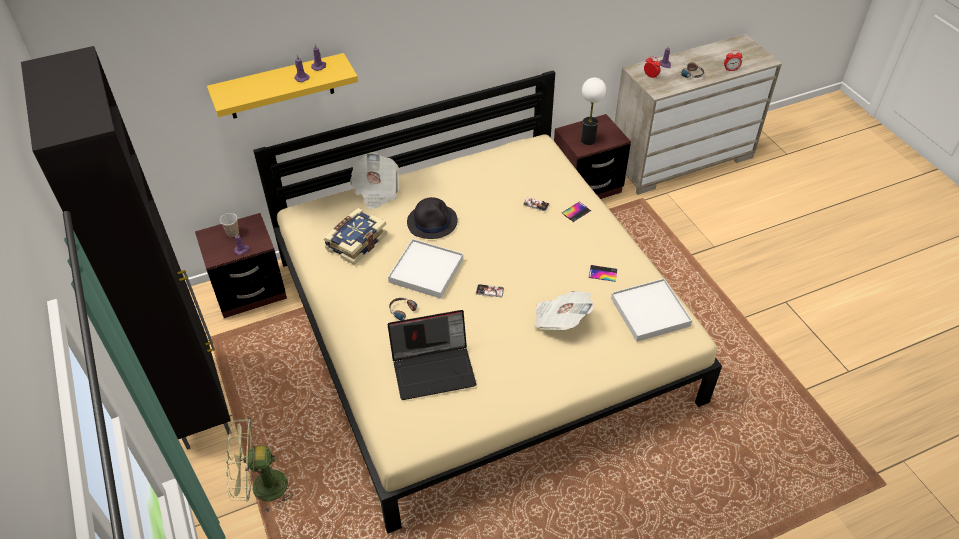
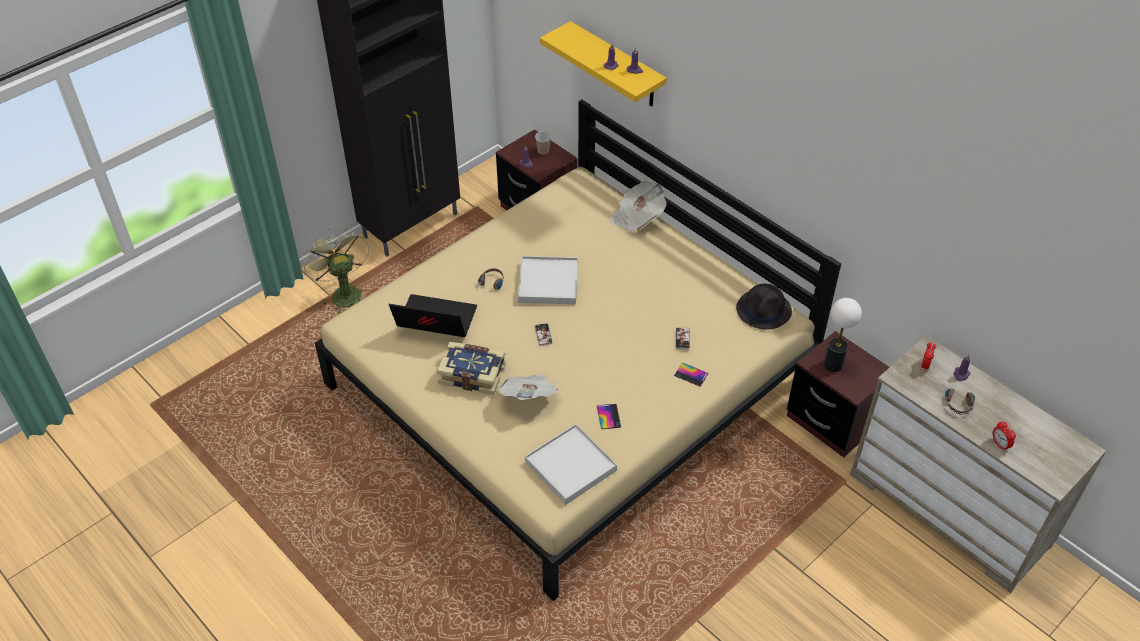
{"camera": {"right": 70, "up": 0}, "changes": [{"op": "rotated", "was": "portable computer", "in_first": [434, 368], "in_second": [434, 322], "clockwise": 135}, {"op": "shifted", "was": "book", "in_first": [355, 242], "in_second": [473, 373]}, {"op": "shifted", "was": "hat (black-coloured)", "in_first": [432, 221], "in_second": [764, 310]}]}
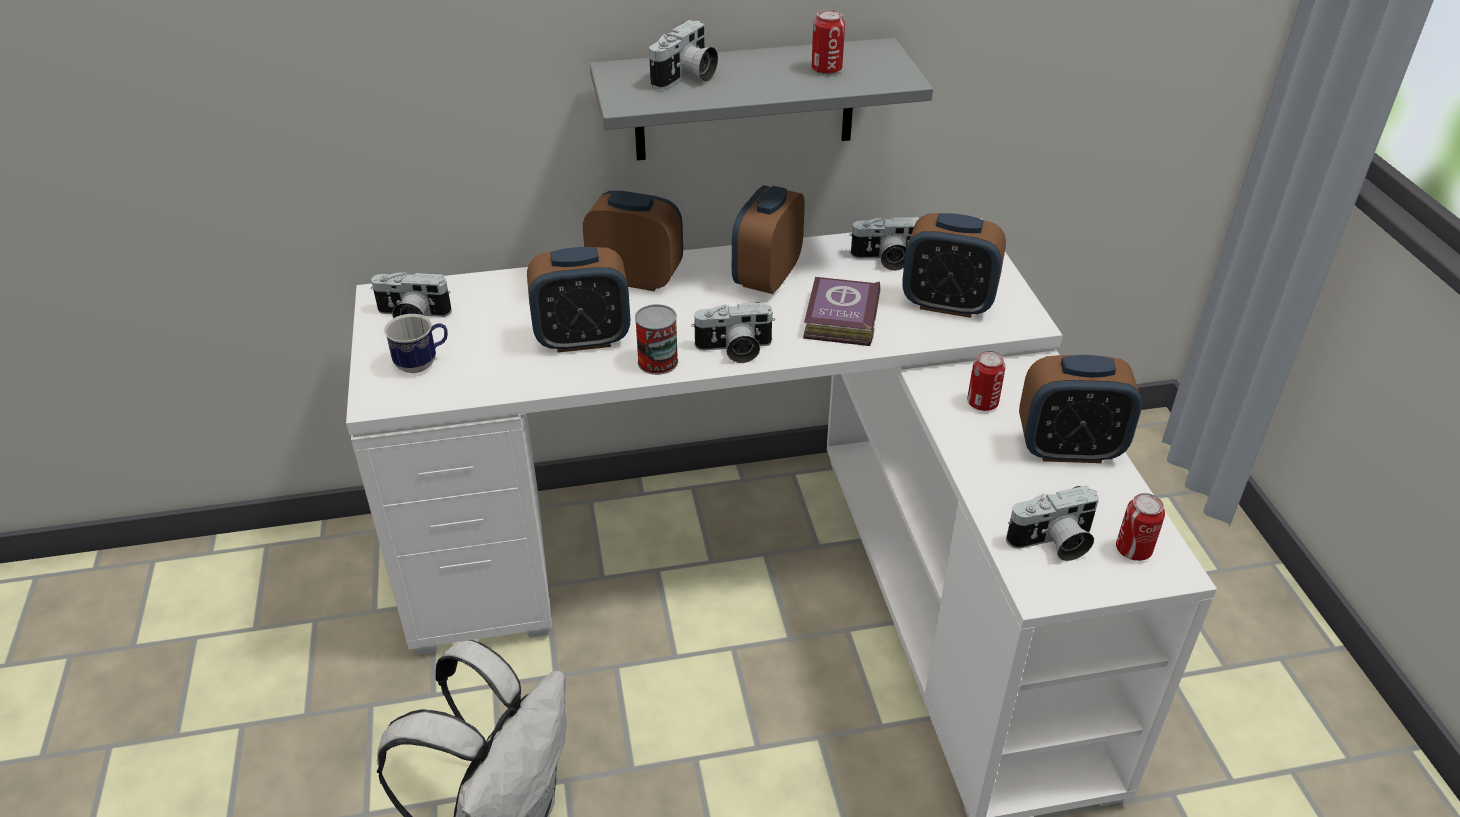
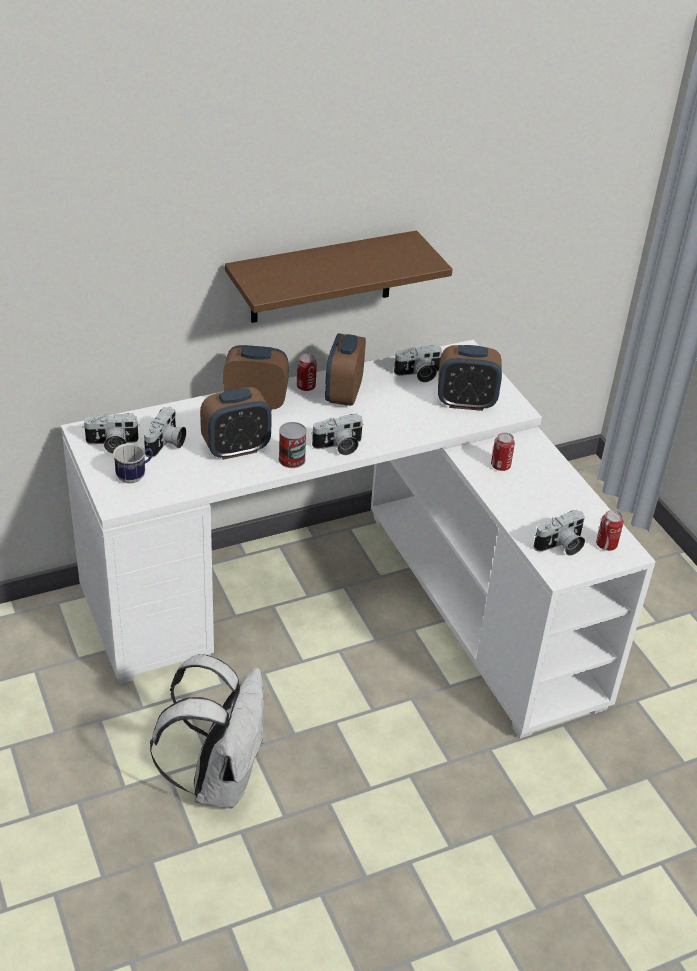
{"camera": {"right": -15, "up": 0}, "changes": [{"op": "shifted", "was": "still camera", "in_first": [686, 77], "in_second": [166, 444]}, {"op": "repainted", "was": "shelf (greyish)", "now": "shelf (brownish)", "in_first": [744, 100], "in_second": [322, 277]}, {"op": "shifted", "was": "can", "in_first": [826, 69], "in_second": [306, 387]}, {"op": "gone", "was": "book", "in_first": [839, 319]}, {"op": "gone", "was": "bedside clock", "in_first": [1068, 449]}]}
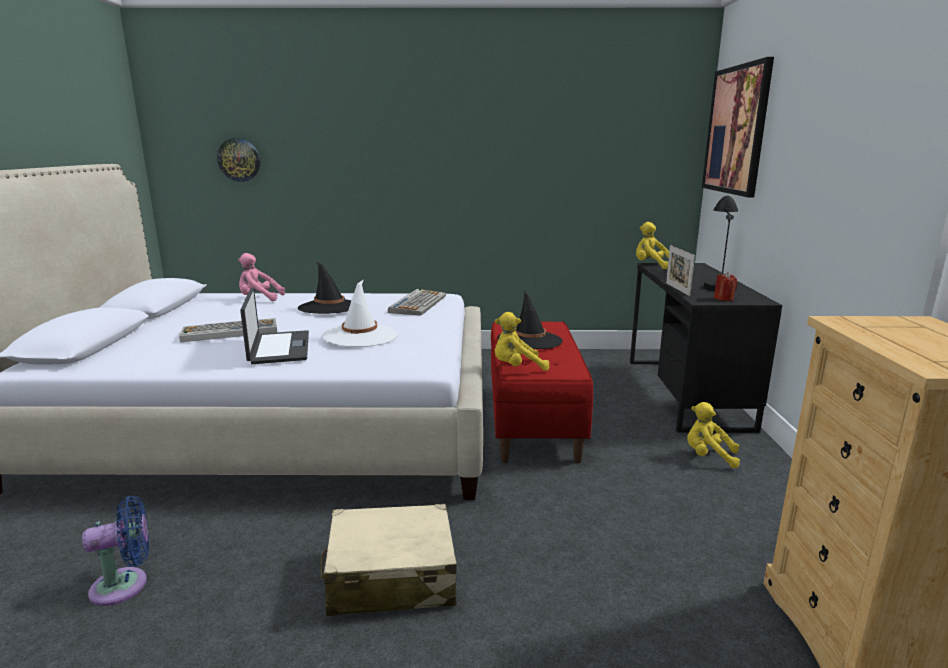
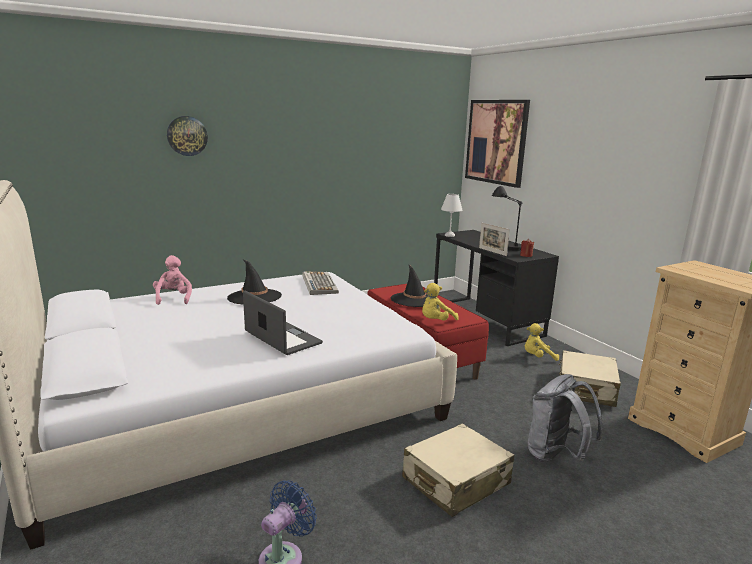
{"camera": {"right": -30, "up": 0}, "changes": [{"op": "rotated", "was": "cuddly toy (pinkish)", "in_first": [259, 299], "in_second": [173, 298], "clockwise": 105}, {"op": "shifted", "was": "hanging clock", "in_first": [239, 160], "in_second": [187, 136]}, {"op": "swapped", "was": "cuddly toy (yellowish)", "now": "lamp for a table (whitish)", "in_first": [651, 266], "in_second": [449, 235]}, {"op": "new", "now": "knapsack (greyish)", "in_second": [556, 456]}, {"op": "new", "now": "suitcase (sand-coloured)", "in_second": [585, 389]}, {"op": "gone", "was": "PC keyboard", "in_first": [229, 331]}, {"op": "gone", "was": "hat (whitish)", "in_first": [360, 336]}]}
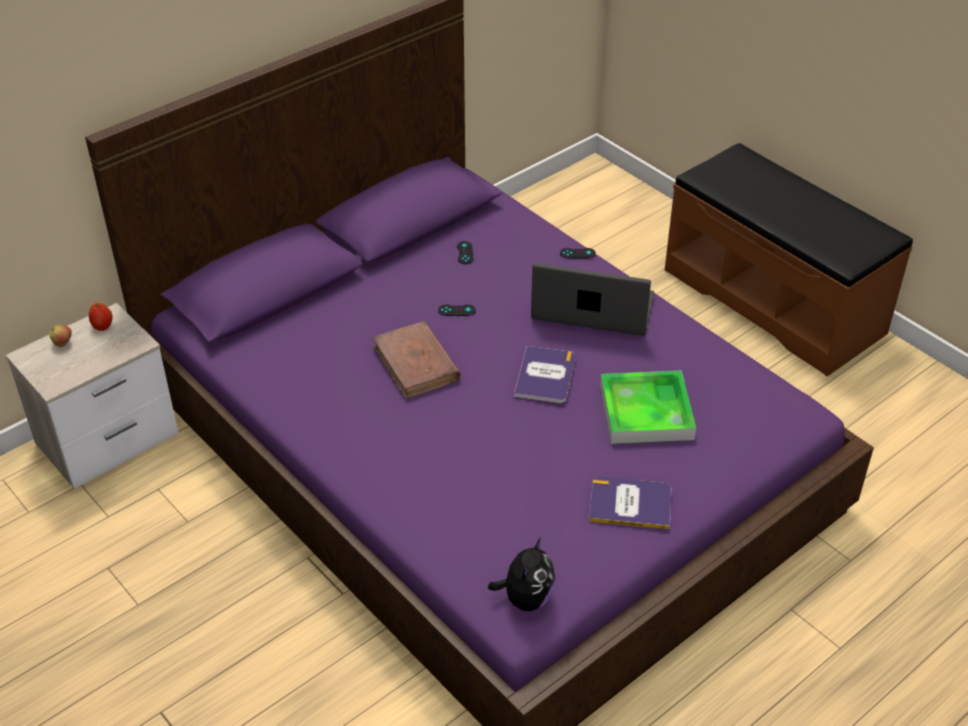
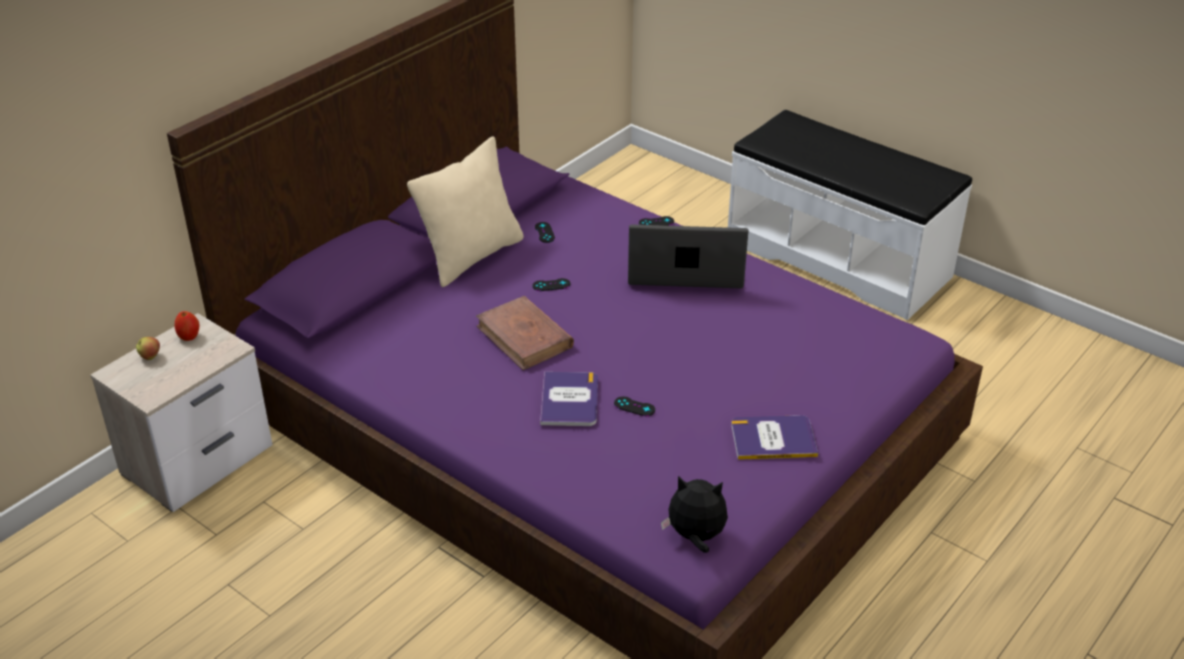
{"camera": {"right": -10, "up": -5}, "changes": [{"op": "new", "now": "throw pillow (sand-coloured)", "in_second": [472, 256]}, {"op": "shifted", "was": "book", "in_first": [545, 376], "in_second": [569, 400]}, {"op": "new", "now": "gamepad (black-coloured)", "in_second": [634, 406]}, {"op": "rotated", "was": "cuddly toy", "in_first": [526, 598], "in_second": [695, 537], "clockwise": -90}, {"op": "repainted", "was": "long seat (brownish)", "now": "long seat (whitish)", "in_first": [774, 300], "in_second": [838, 258]}, {"op": "gone", "was": "serving tray", "in_first": [646, 412]}]}
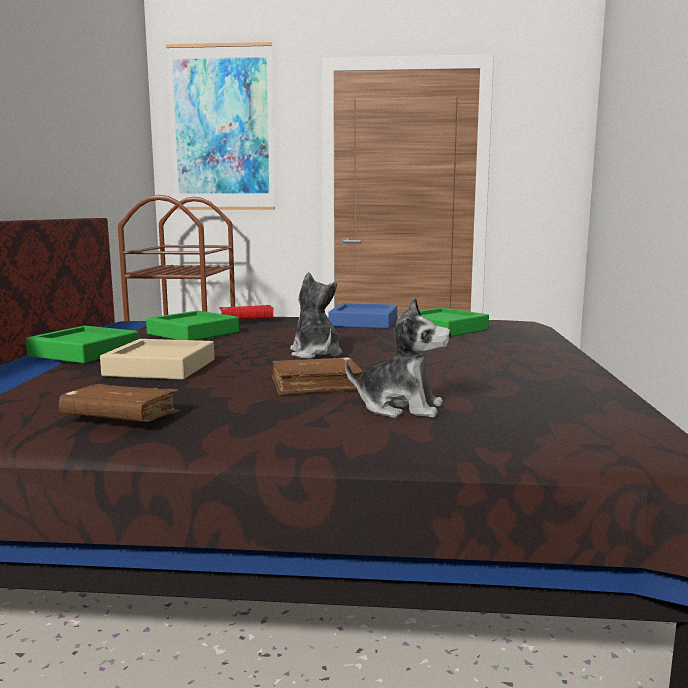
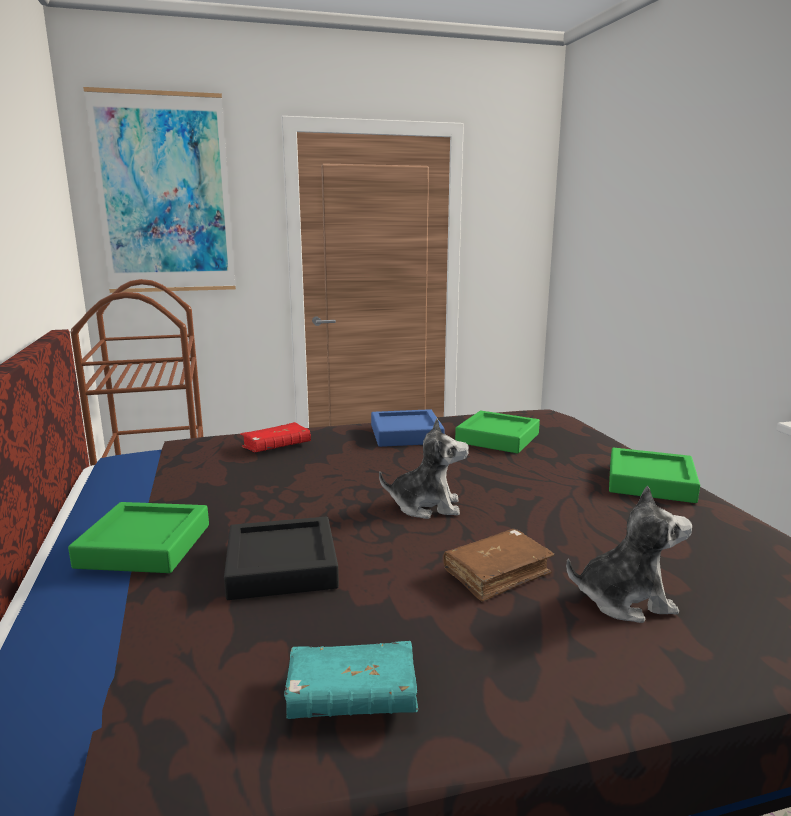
{"camera": {"right": -20, "up": 5}, "changes": [{"op": "repainted", "was": "serving tray (sand-coloured)", "now": "serving tray (black-coloured)", "in_first": [160, 368], "in_second": [282, 566]}, {"op": "repainted", "was": "book (brownish)", "now": "book (turquoise)", "in_first": [120, 417], "in_second": [352, 696]}, {"op": "rotated", "was": "cuddly toy", "in_first": [315, 354], "in_second": [426, 506], "clockwise": 135}, {"op": "shifted", "was": "serving tray (greenish)", "in_first": [193, 333], "in_second": [650, 482]}]}
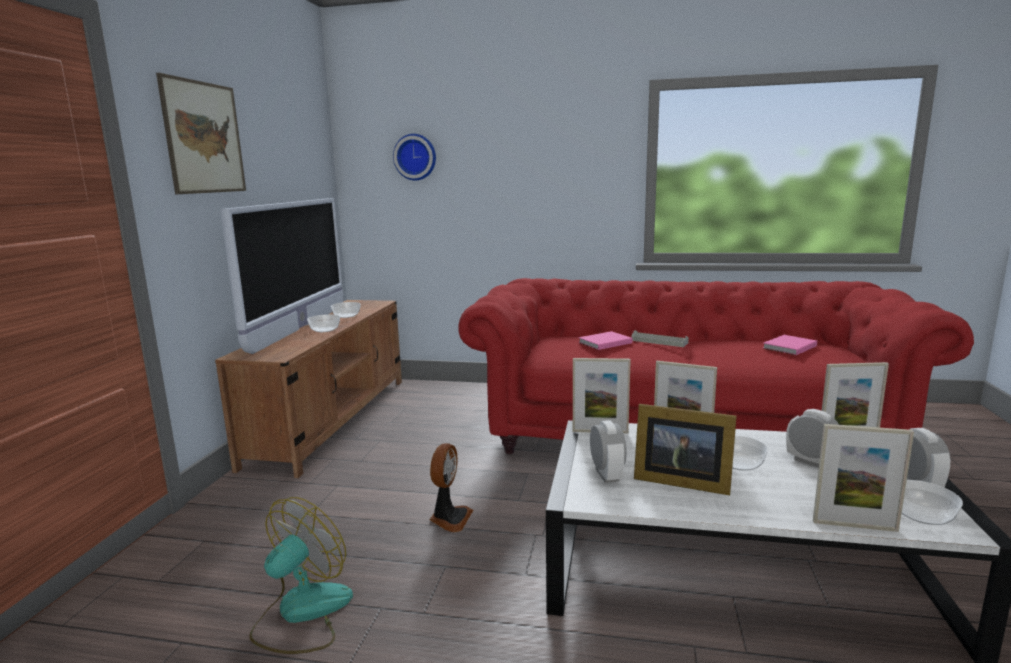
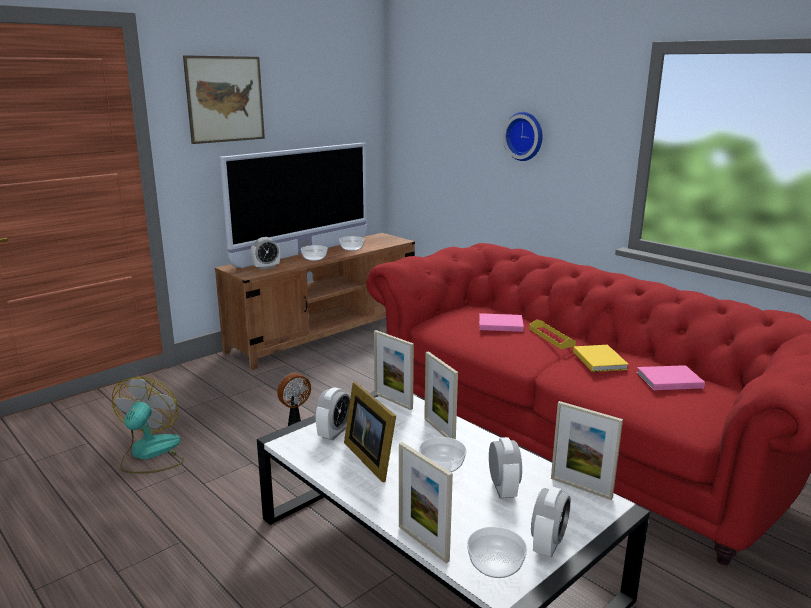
{"camera": {"right": 35, "up": 5}, "changes": [{"op": "rotated", "was": "electric fan", "in_first": [302, 613], "in_second": [150, 454], "clockwise": -60}, {"op": "new", "now": "bedside clock", "in_second": [266, 267]}, {"op": "shifted", "was": "hanging clock", "in_first": [415, 157], "in_second": [525, 136]}, {"op": "repainted", "was": "serving tray (greyish)", "now": "serving tray (yellowish)", "in_first": [659, 341], "in_second": [551, 337]}, {"op": "new", "now": "book (yellowish)", "in_second": [599, 360]}]}
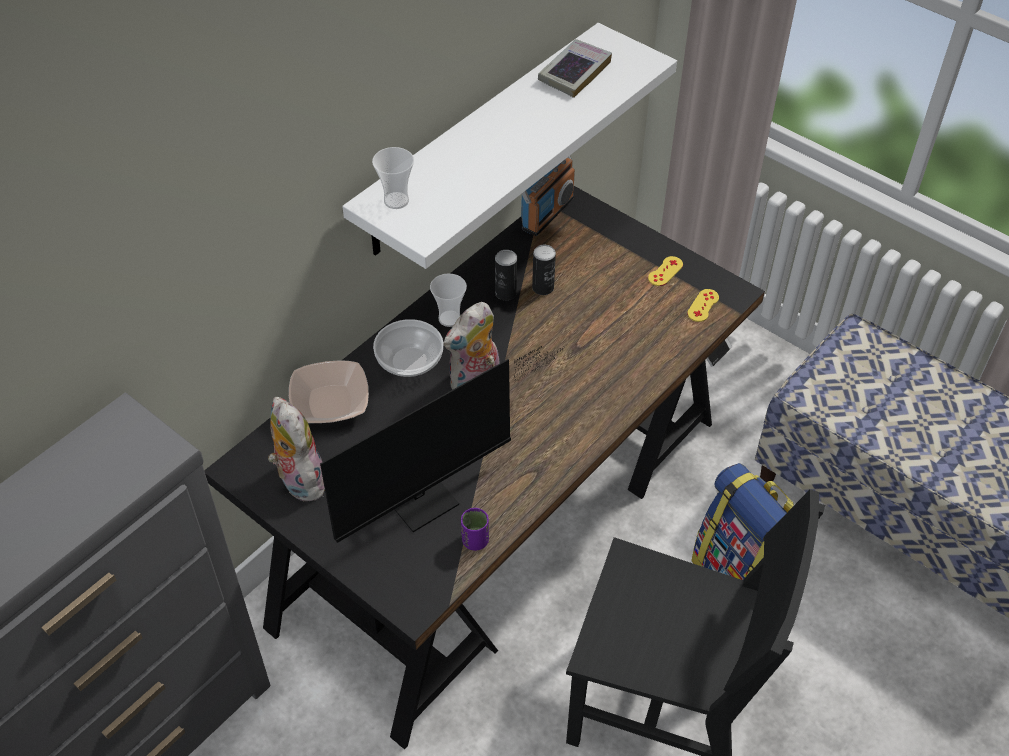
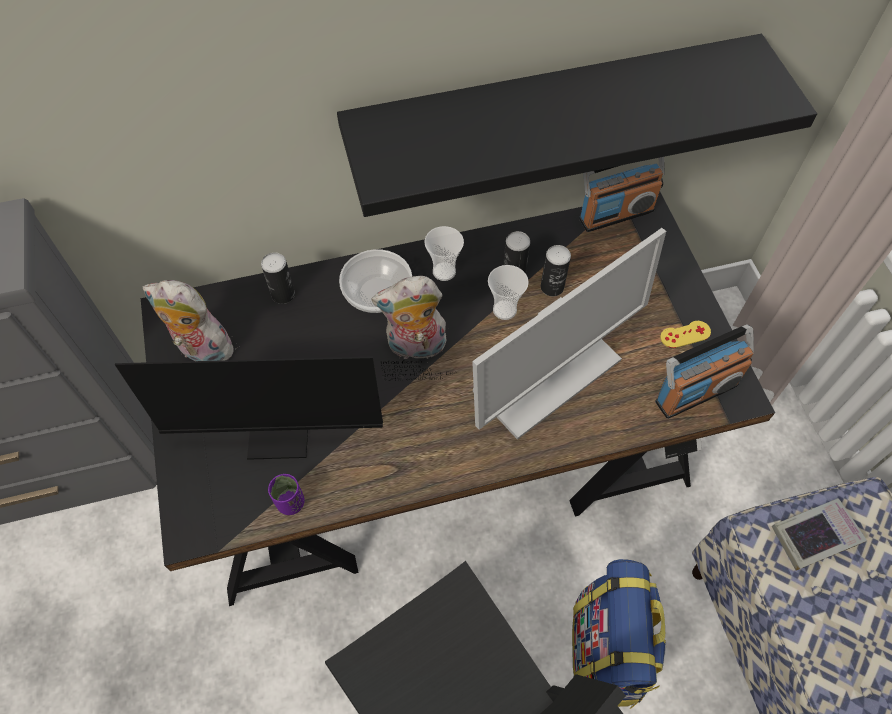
{"camera": {"right": 35, "up": 10}, "changes": [{"op": "rotated", "was": "cuddly toy", "in_first": [299, 479], "in_second": [201, 350], "clockwise": -75}, {"op": "swapped", "was": "serving bowl", "now": "can", "in_first": [330, 402], "in_second": [283, 294]}, {"op": "repainted", "was": "shelf (whitish)", "now": "shelf (black-coloured)", "in_first": [480, 140], "in_second": [551, 108]}, {"op": "new", "now": "computer screen", "in_second": [547, 377]}, {"op": "shifted", "was": "drinking cup", "in_first": [396, 201], "in_second": [504, 310]}, {"op": "swapped", "was": "gamepad (yellowish)", "now": "radio", "in_first": [703, 305], "in_second": [695, 392]}, {"op": "shifted", "was": "book", "in_first": [574, 73], "in_second": [815, 535]}]}
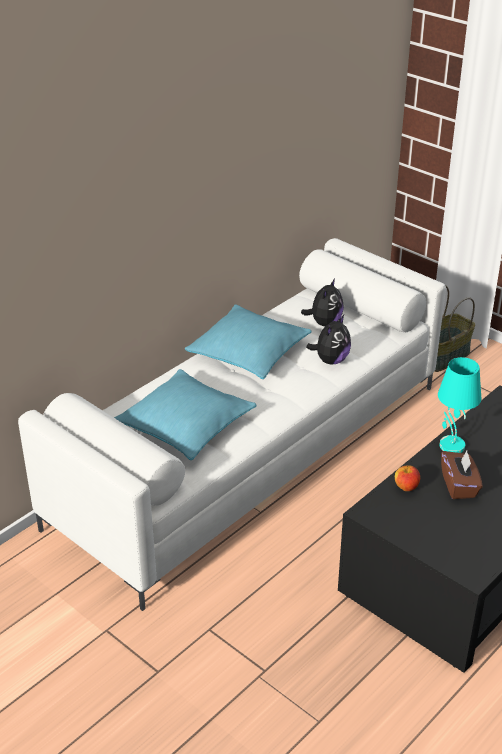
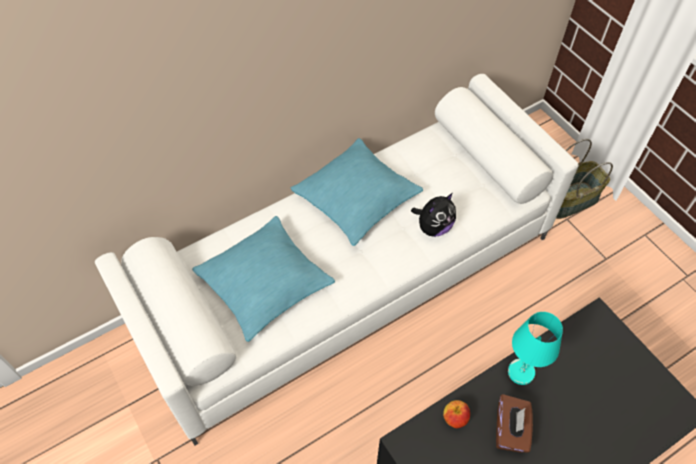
{"camera": {"right": 15, "up": 20}, "changes": [{"op": "gone", "was": "cuddly toy", "in_first": [324, 323]}]}
